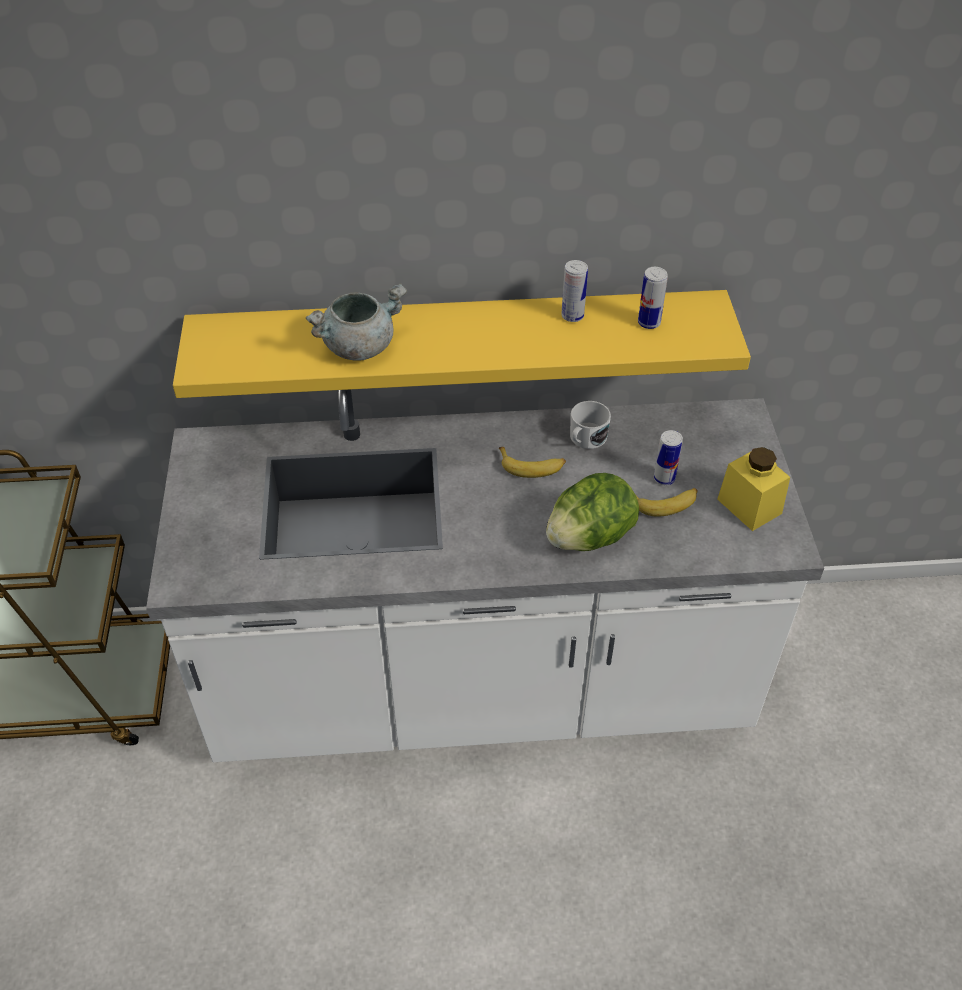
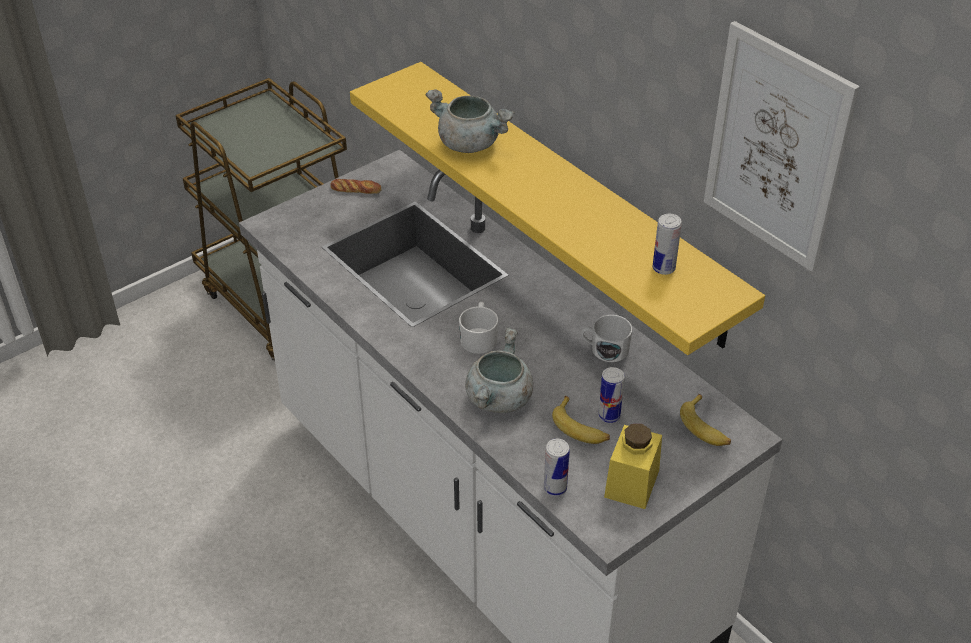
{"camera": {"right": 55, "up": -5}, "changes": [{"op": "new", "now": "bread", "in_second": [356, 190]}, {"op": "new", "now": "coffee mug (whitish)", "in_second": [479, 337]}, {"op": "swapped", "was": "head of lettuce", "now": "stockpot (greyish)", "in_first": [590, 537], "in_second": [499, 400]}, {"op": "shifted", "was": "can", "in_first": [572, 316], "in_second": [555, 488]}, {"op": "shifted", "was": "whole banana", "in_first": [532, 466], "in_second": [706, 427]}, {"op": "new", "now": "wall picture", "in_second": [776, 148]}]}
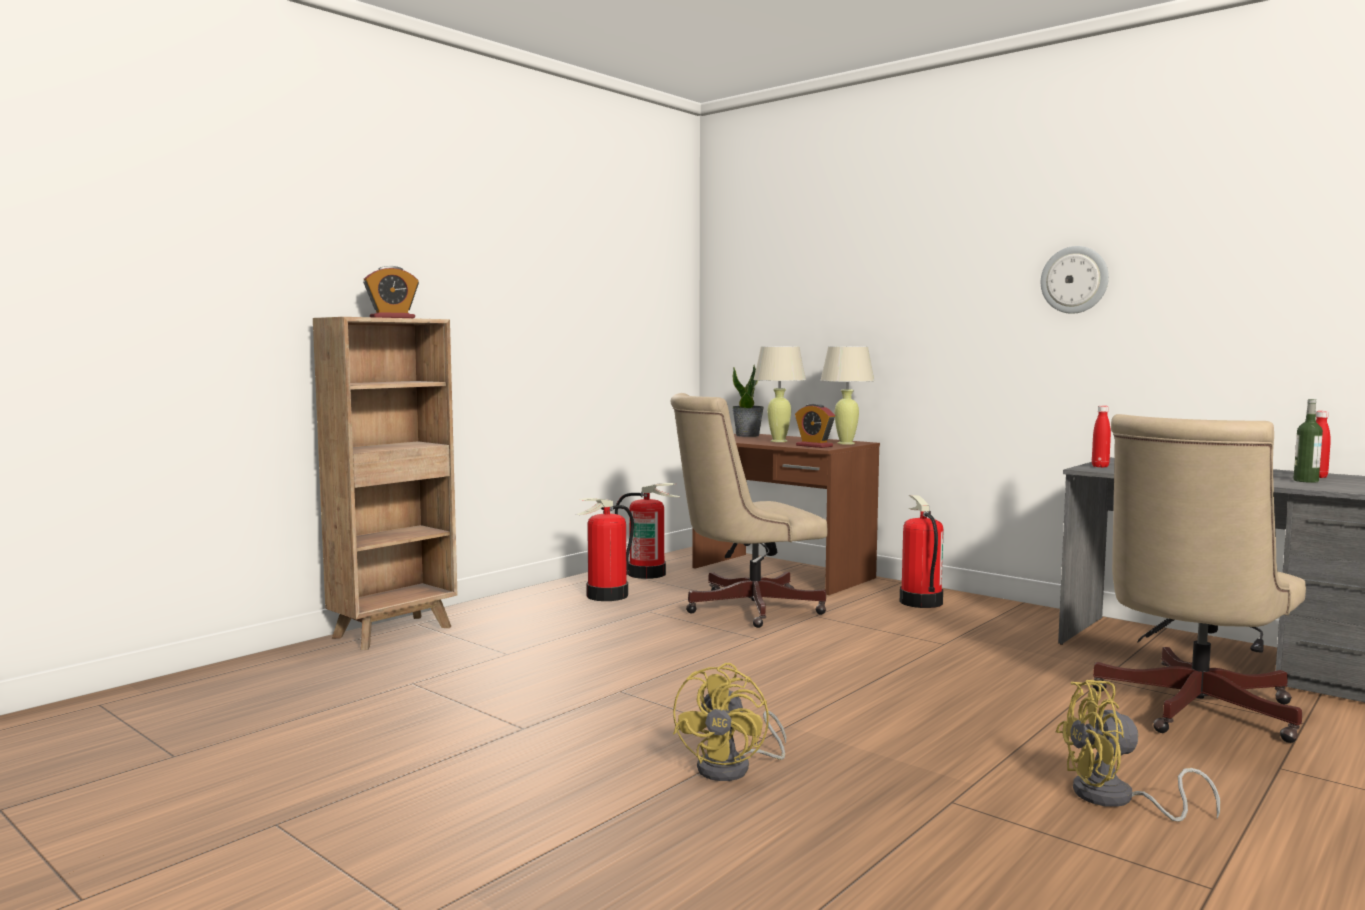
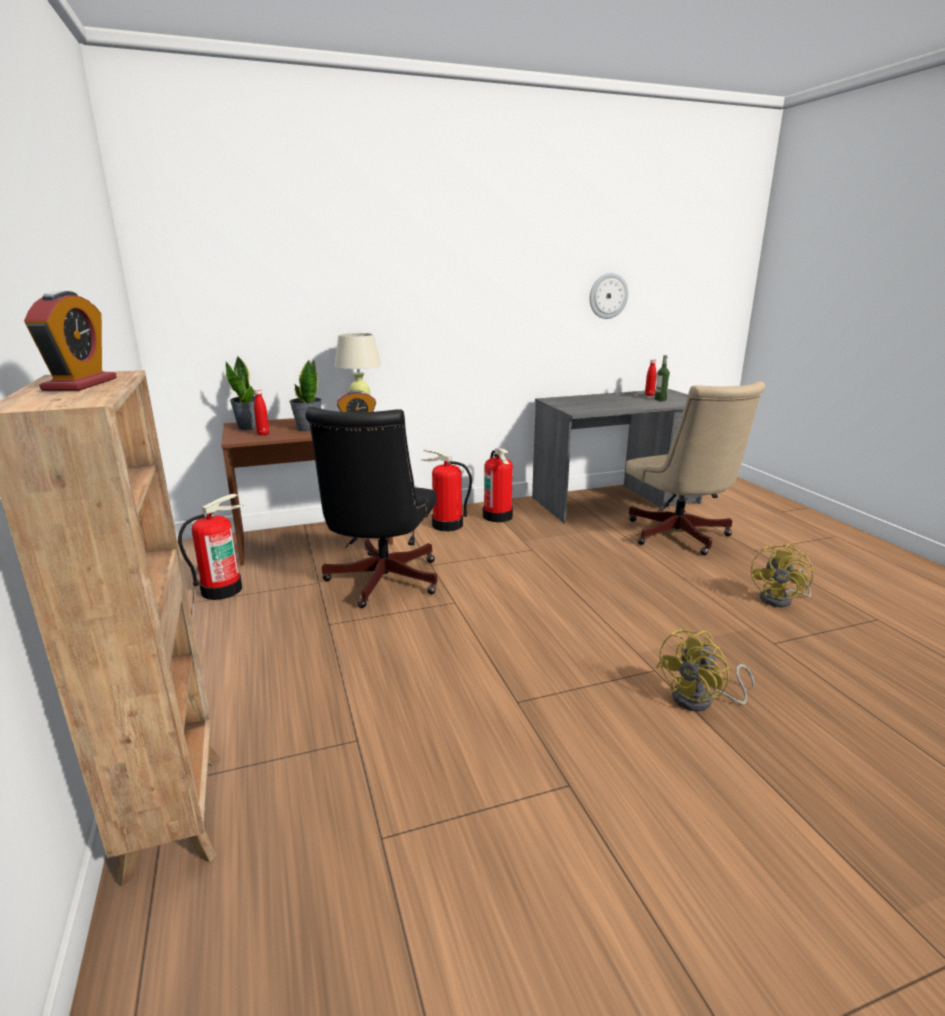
{"camera": {"right": -60, "up": 15}, "changes": [{"op": "shifted", "was": "bottle (reddish)", "in_first": [1100, 466], "in_second": [263, 434]}, {"op": "swapped", "was": "lamp for a table (sand-coloured)", "now": "plant in a pot", "in_first": [779, 441], "in_second": [308, 428]}, {"op": "repainted", "was": "desk chair (sand-coloured)", "now": "desk chair (black-coloured)", "in_first": [744, 608], "in_second": [380, 583]}, {"op": "shifted", "was": "fire-fighting cylinder", "in_first": [607, 596], "in_second": [498, 516]}, {"op": "shifted", "was": "hanging clock", "in_first": [1074, 280], "in_second": [608, 296]}, {"op": "rotated", "was": "electric fan (yellowish)", "in_first": [734, 768], "in_second": [701, 700], "clockwise": 90}]}
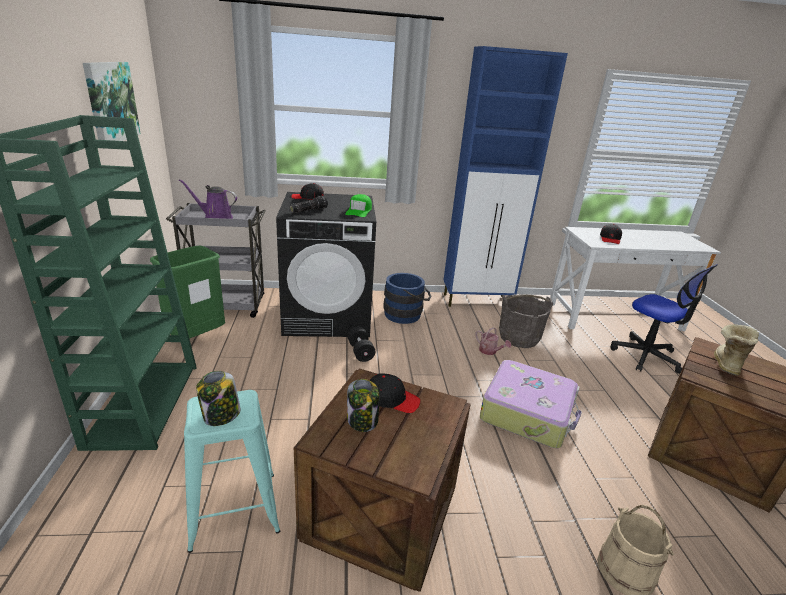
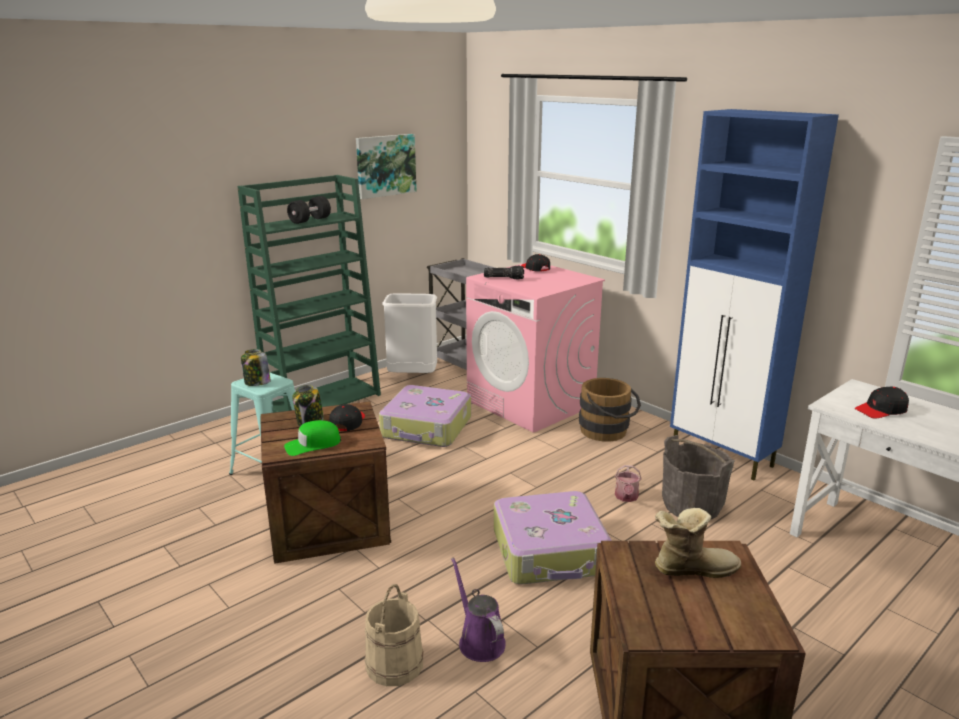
{"camera": {"right": 55, "up": -5}, "changes": [{"op": "shifted", "was": "peaked cap (greenish)", "in_first": [359, 211], "in_second": [313, 445]}, {"op": "shifted", "was": "hand weight (black-coloured)", "in_first": [360, 352], "in_second": [310, 220]}, {"op": "rotated", "was": "peaked cap (black-coloured)", "in_first": [392, 399], "in_second": [347, 422], "clockwise": -150}, {"op": "new", "now": "suitcase", "in_second": [427, 428]}, {"op": "repainted", "was": "rubbish bin (greenish)", "now": "rubbish bin (whitish)", "in_first": [196, 337], "in_second": [413, 377]}, {"op": "shifted", "was": "sprinkling can (purplish)", "in_first": [215, 217], "in_second": [479, 641]}, {"op": "repainted", "was": "washing machine (black-coloured)", "now": "washing machine (pinkish)", "in_first": [328, 316], "in_second": [531, 403]}, {"op": "repainted", "was": "water bucket (blue-coloured)", "now": "water bucket (brownish)", "in_first": [406, 314], "in_second": [607, 432]}, {"op": "gone", "was": "desk chair", "in_first": [646, 356]}]}
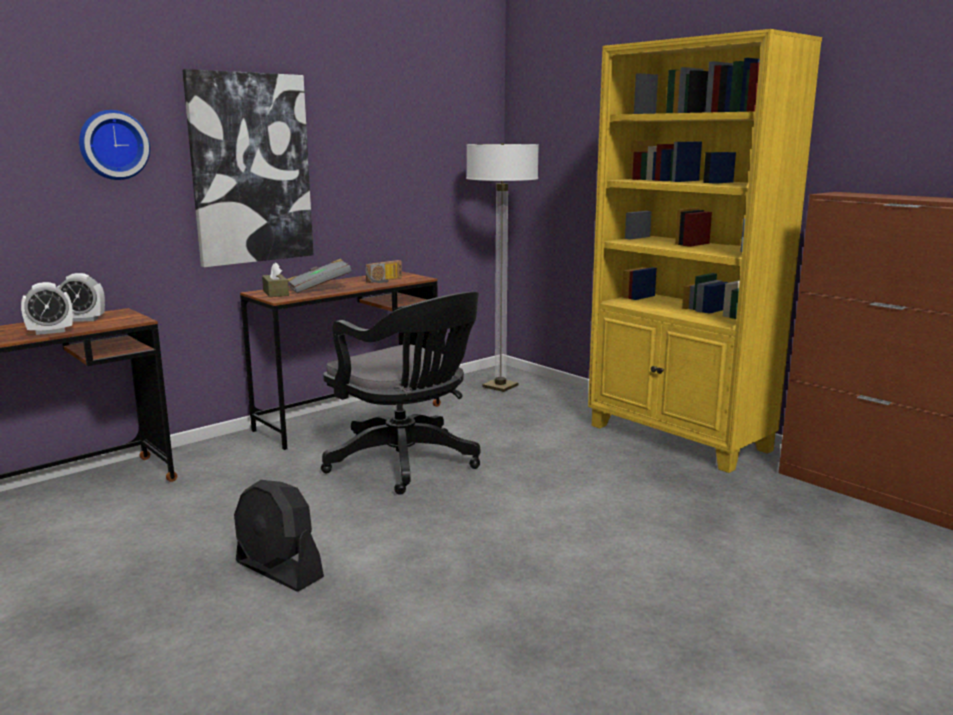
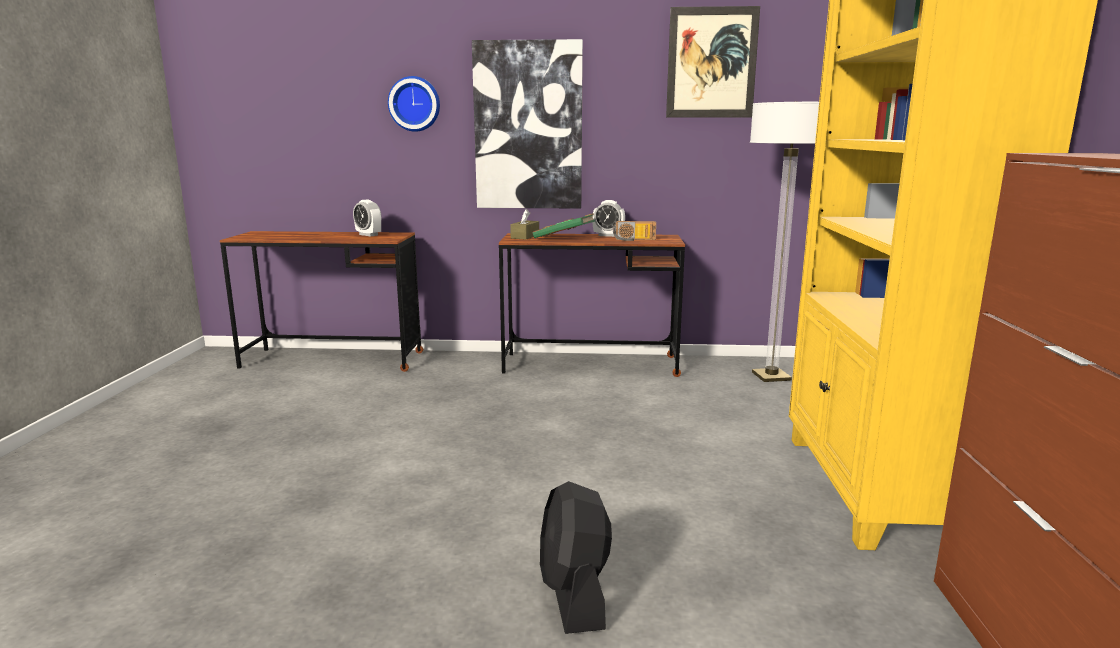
{"camera": {"right": 45, "up": 0}, "changes": [{"op": "repainted", "was": "book (greyish)", "now": "book (greenish)", "in_first": [319, 289], "in_second": [564, 238]}, {"op": "shifted", "was": "electric fan (black-coloured)", "in_first": [279, 570], "in_second": [574, 594]}, {"op": "shifted", "was": "bedside clock", "in_first": [50, 332], "in_second": [608, 235]}, {"op": "new", "now": "wall picture", "in_second": [711, 63]}, {"op": "gone", "was": "desk chair (black-coloured)", "in_first": [407, 463]}]}
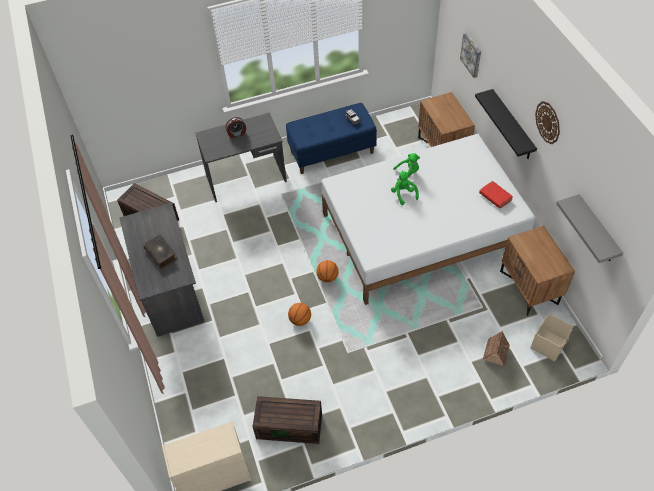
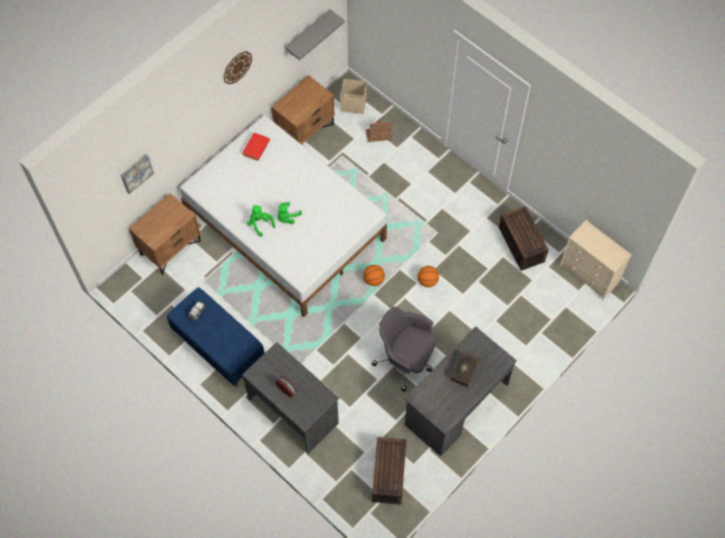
{"camera": {"right": -120, "up": 10}, "changes": [{"op": "new", "now": "desk chair (greyish)", "in_second": [406, 360]}, {"op": "gone", "was": "shelf (black-coloured)", "in_first": [512, 126]}]}
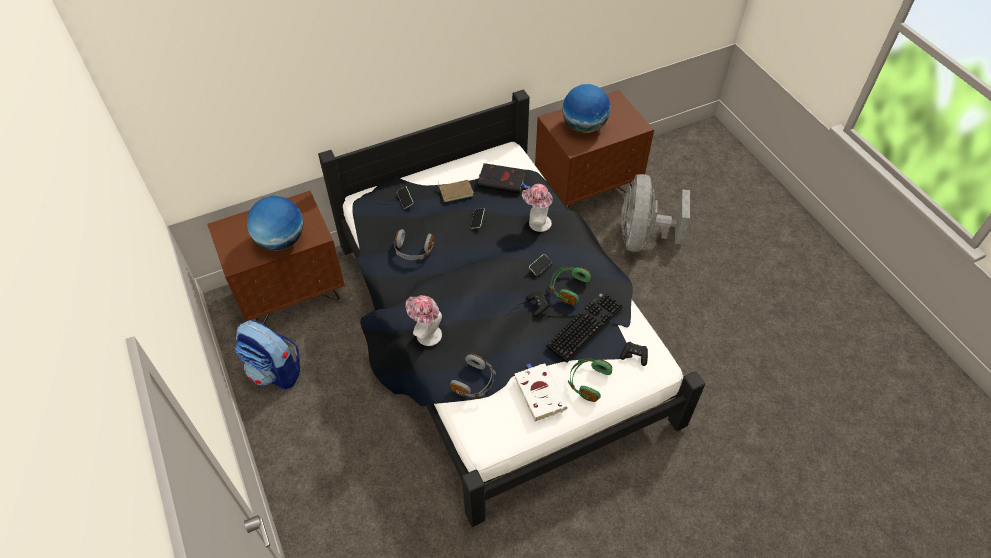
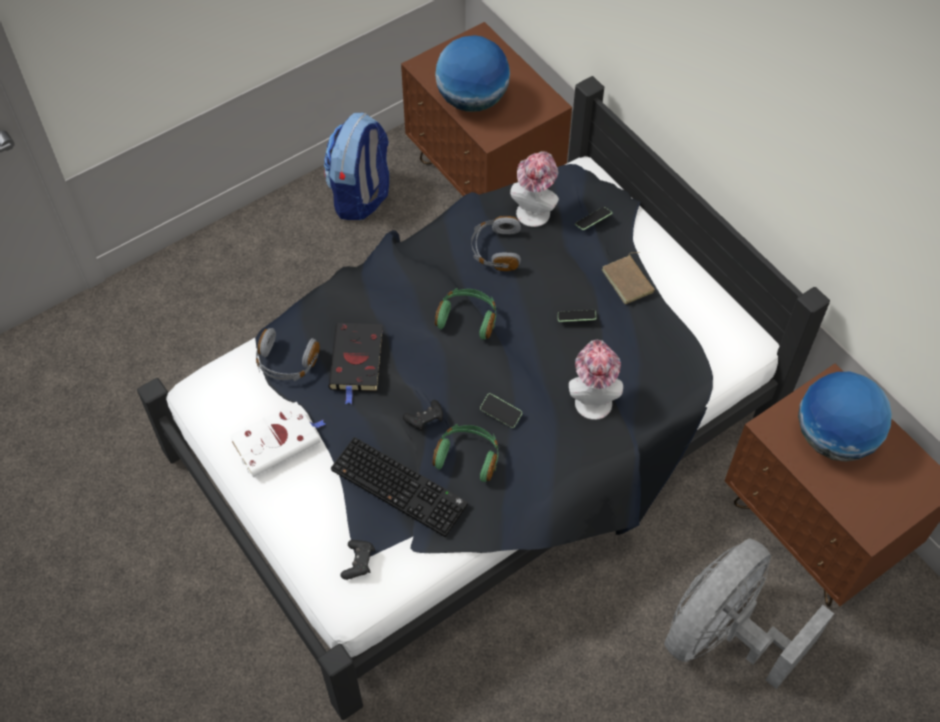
{"camera": {"right": 80, "up": 5}, "changes": [{"op": "shifted", "was": "book (black-coloured)", "in_first": [503, 181], "in_second": [357, 362]}, {"op": "shifted", "was": "headset (greenish)", "in_first": [587, 381], "in_second": [468, 318]}, {"op": "shifted", "was": "hat", "in_first": [426, 333], "in_second": [534, 209]}, {"op": "rotated", "was": "electric fan (greyish)", "in_first": [642, 237], "in_second": [724, 634], "clockwise": -45}]}
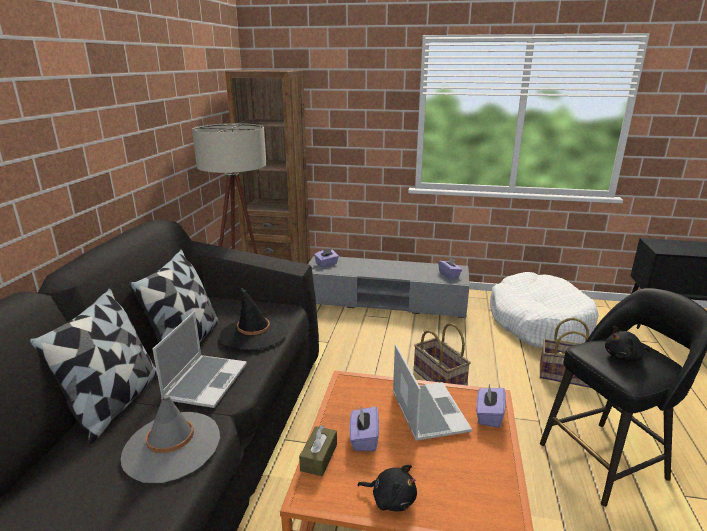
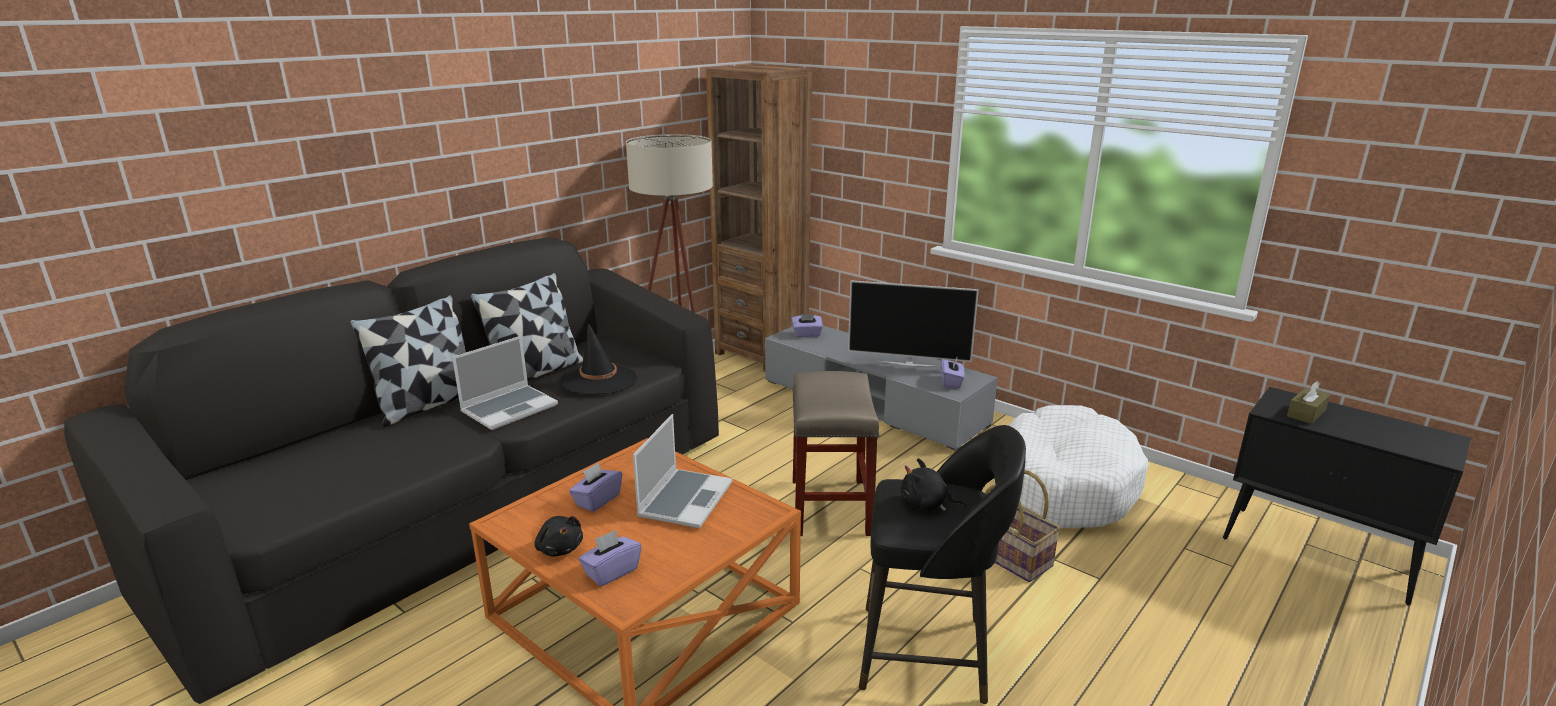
{"camera": {"right": 30, "up": 0}, "changes": [{"op": "shifted", "was": "tissue box (purplish)", "in_first": [488, 415], "in_second": [611, 572]}, {"op": "swapped", "was": "household basket", "now": "stool seat (sand-coloured)", "in_first": [438, 379], "in_second": [830, 506]}, {"op": "new", "now": "TV", "in_second": [908, 364]}, {"op": "shifted", "was": "tissue box (brownish)", "in_first": [319, 457], "in_second": [1306, 413]}, {"op": "gone", "was": "hat (greyish)", "in_first": [172, 446]}]}
